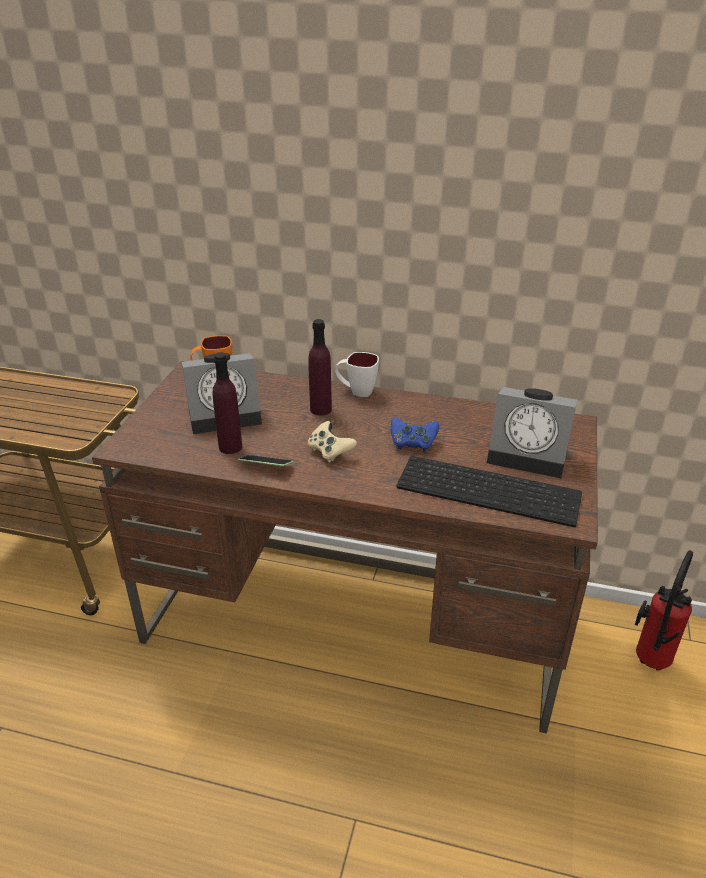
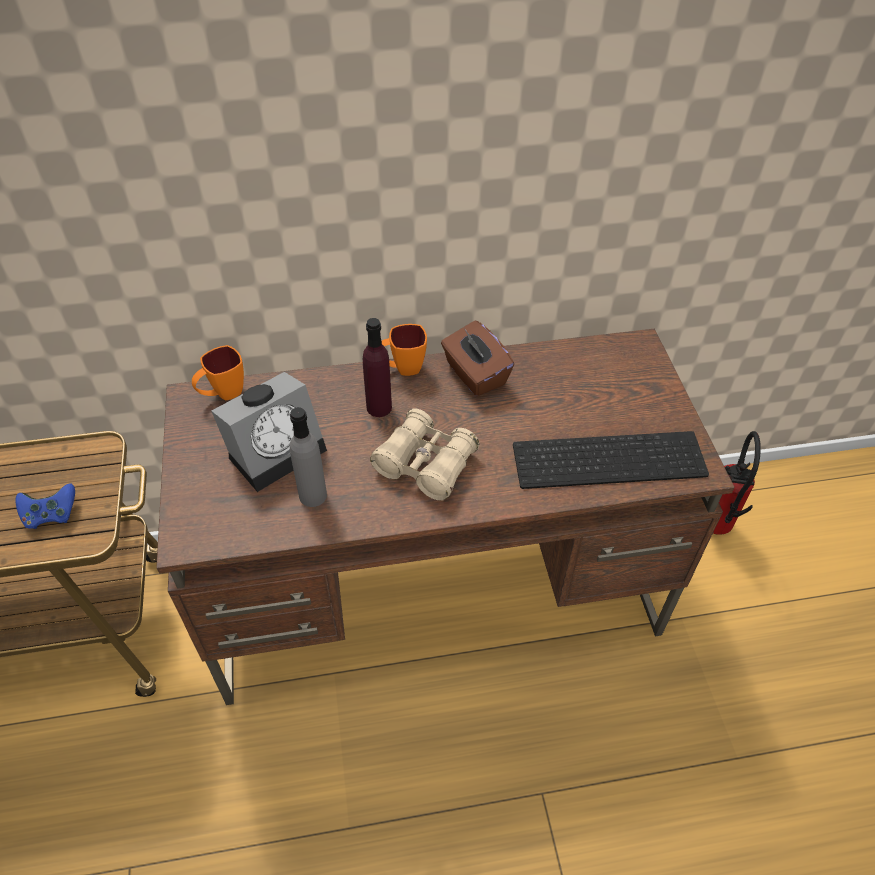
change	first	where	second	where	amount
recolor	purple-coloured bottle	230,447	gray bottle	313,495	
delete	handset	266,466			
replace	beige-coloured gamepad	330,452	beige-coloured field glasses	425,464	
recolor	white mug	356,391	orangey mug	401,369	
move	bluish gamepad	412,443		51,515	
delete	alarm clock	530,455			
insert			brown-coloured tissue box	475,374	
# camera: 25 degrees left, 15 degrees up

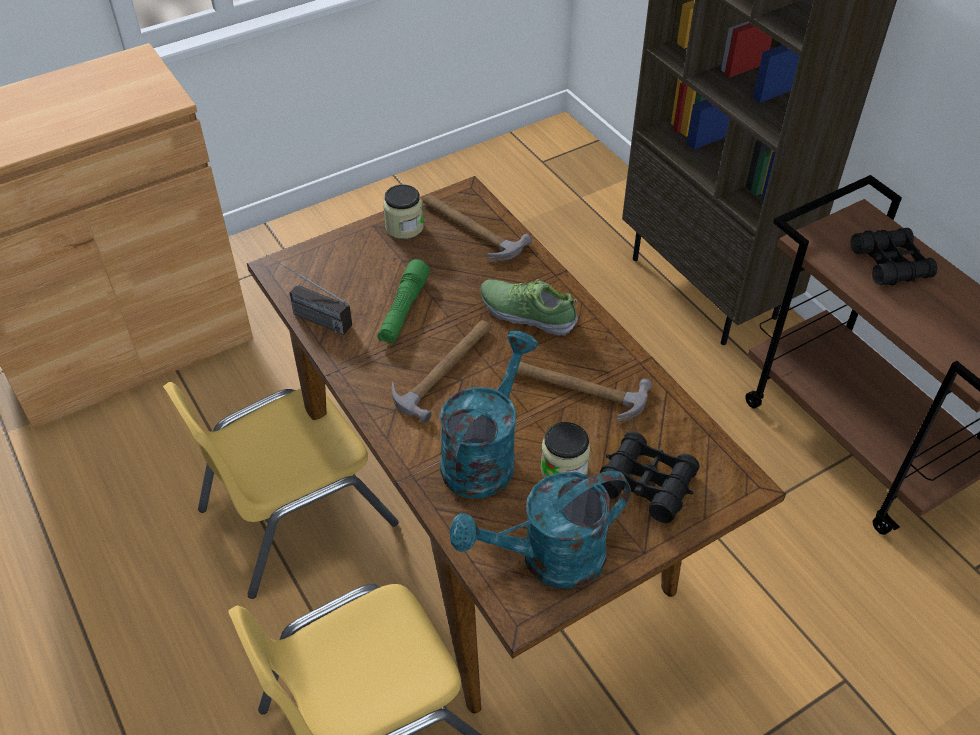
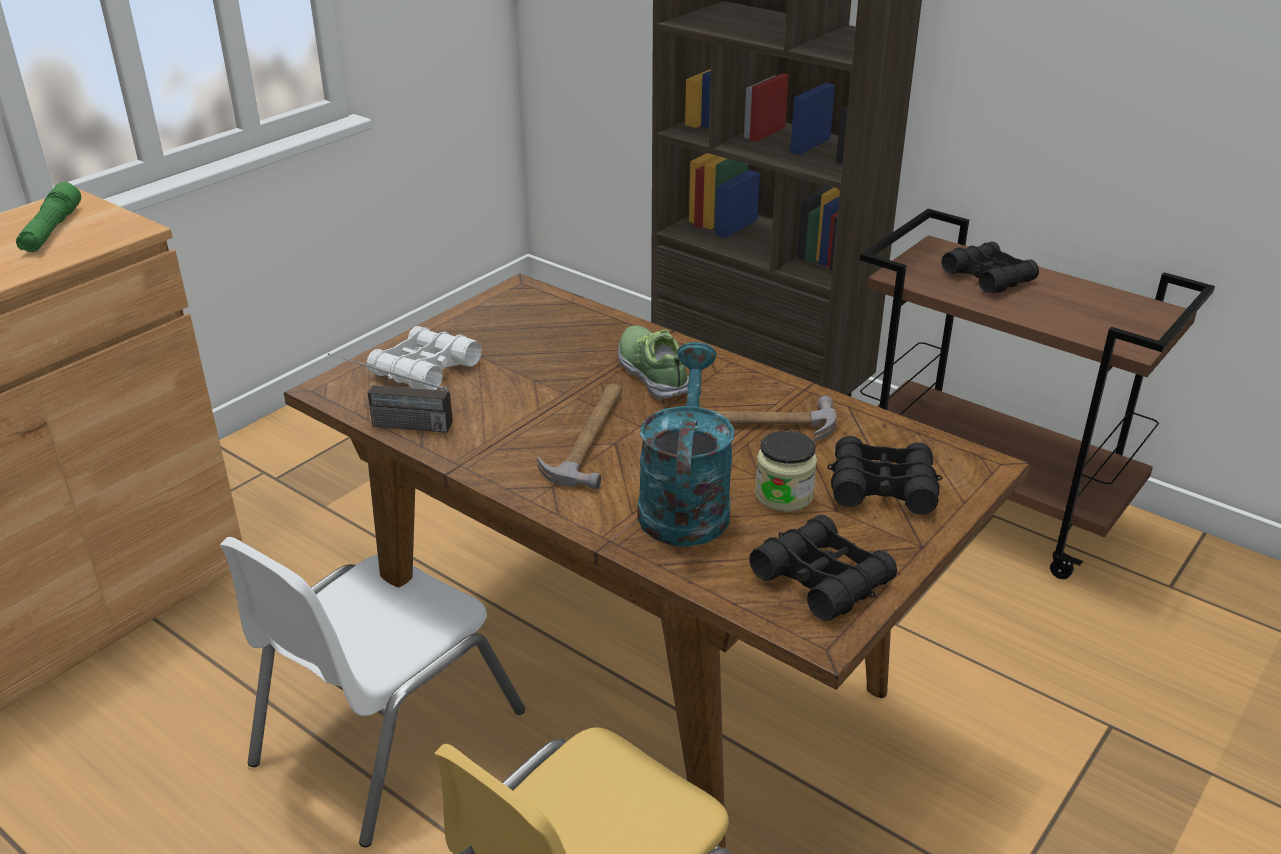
change	first	where	second	where	amount
recolor	yellow upright chair	295,515	white upright chair	385,737	
move	green hand torch	404,310		52,230	
delete	storage jar	404,227			
delete	hammer	470,229			
replace	blue-green sprinkling can	548,560	black-coloured field glasses	822,579	
rotate	item of footwear	527,313		653,372	60 degrees clockwise
insert			white field glasses	425,370	
# camera: 20 degrees left, 15 degrees down

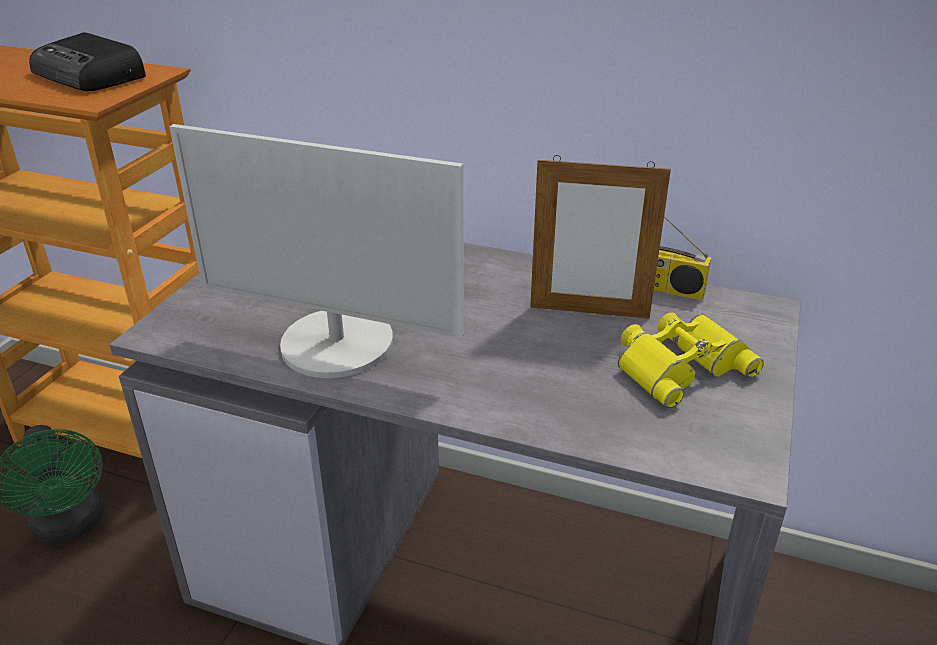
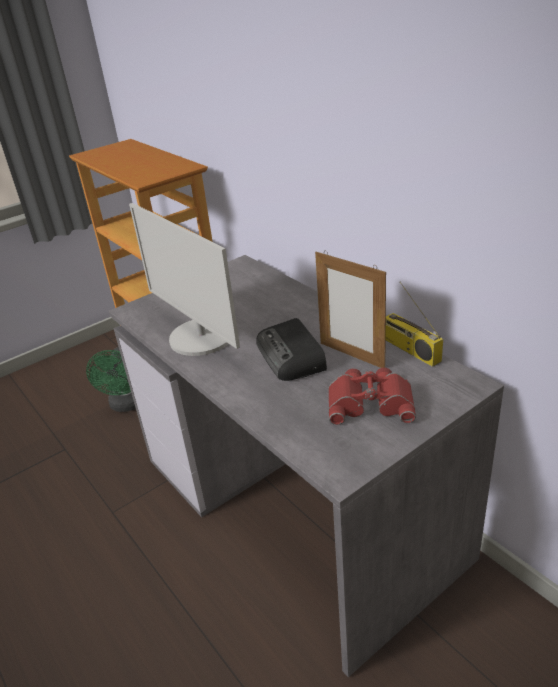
change	first	where	second	where	amount
move	radio	90,75		292,356	
recolor	yellow field glasses	679,364	red field glasses	370,401	
# camera: 35 degrees right, 0 degrees up

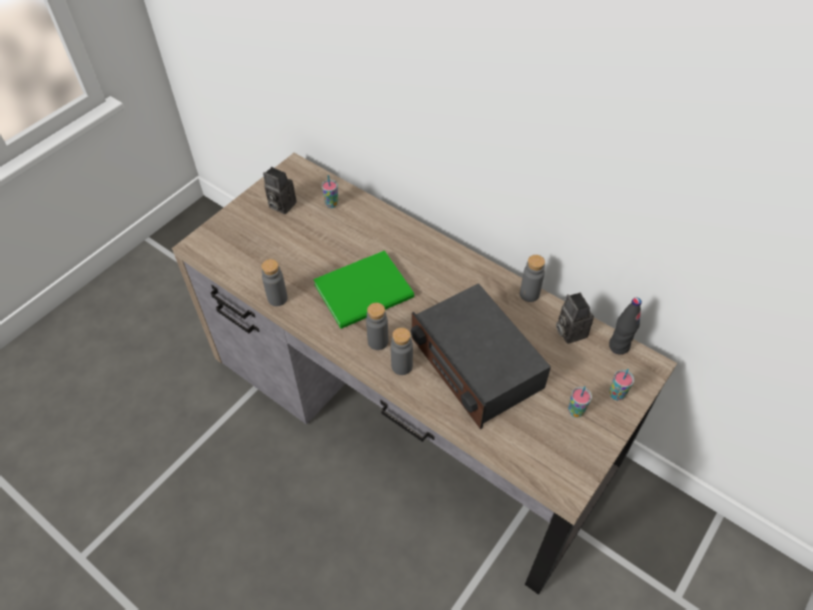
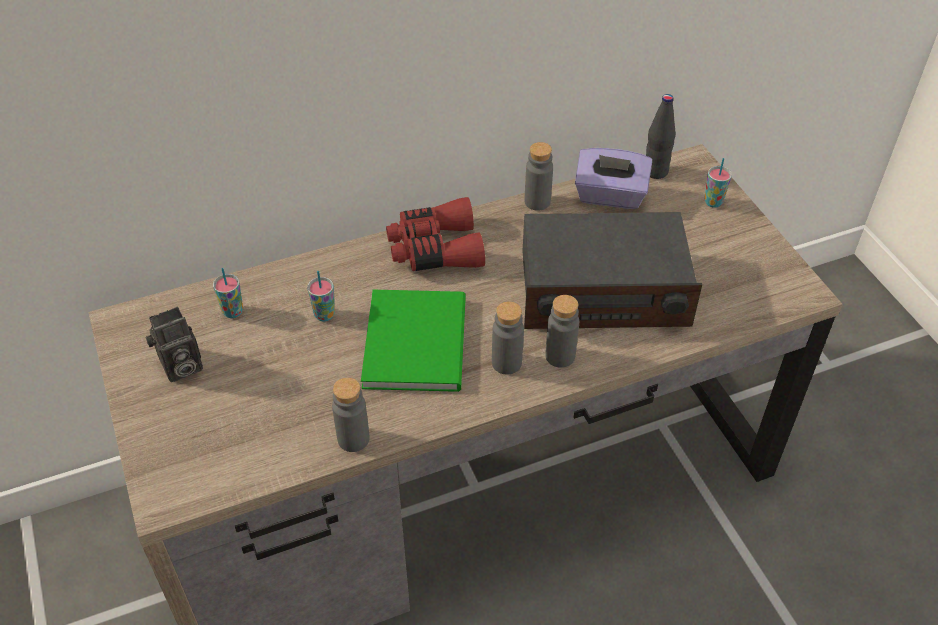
change	first	where	second	where	amount
replace	photo camera	569,331	purple-coloured tissue box	610,196	
move	small cup	575,411		324,315	
insert			red field glasses	434,249	
# camera: 60 degrees left, 5 degrees down

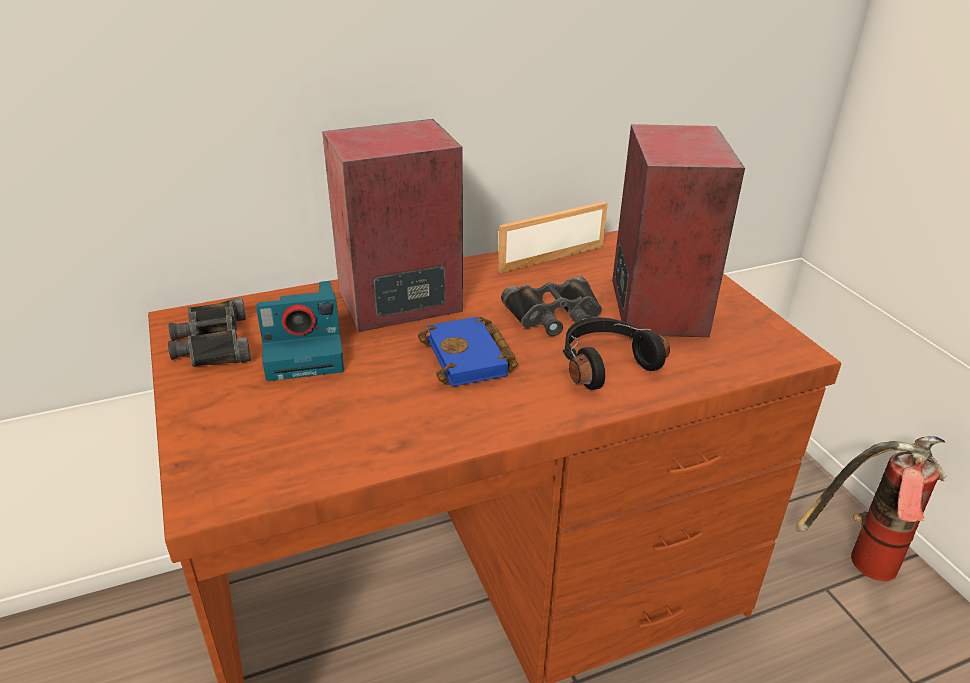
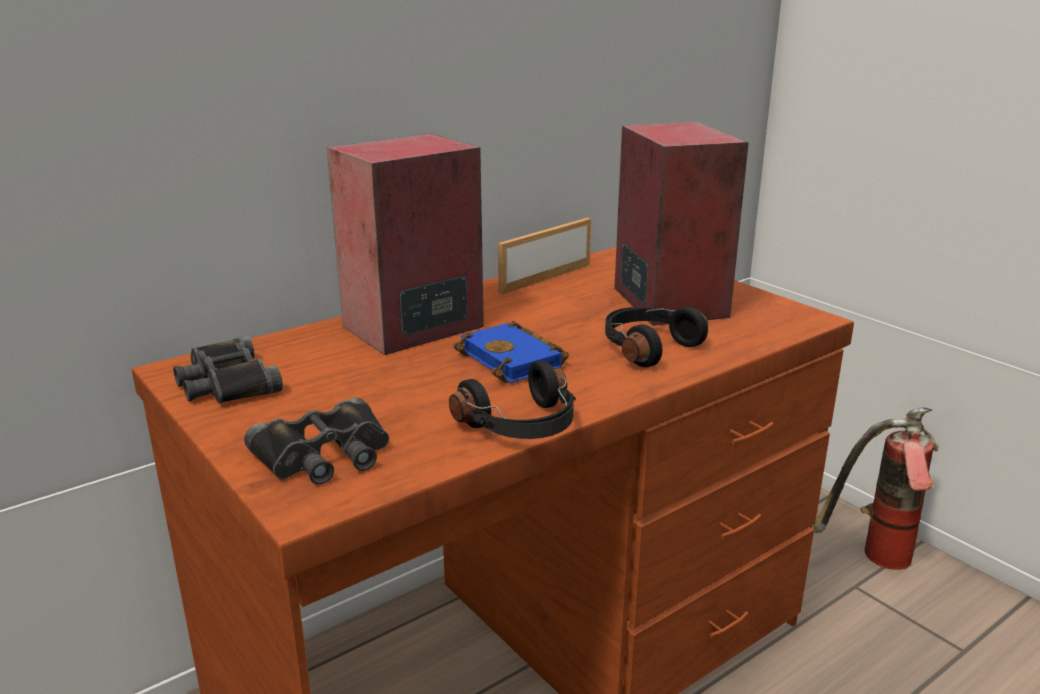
change	first	where	second	where	amount
delete	photo camera	306,352			
move	black-coloured field glasses	555,315		325,455	
insert			black-coloured pair of headphones	523,426	
# camera: 15 degrees left, 10 degrees down

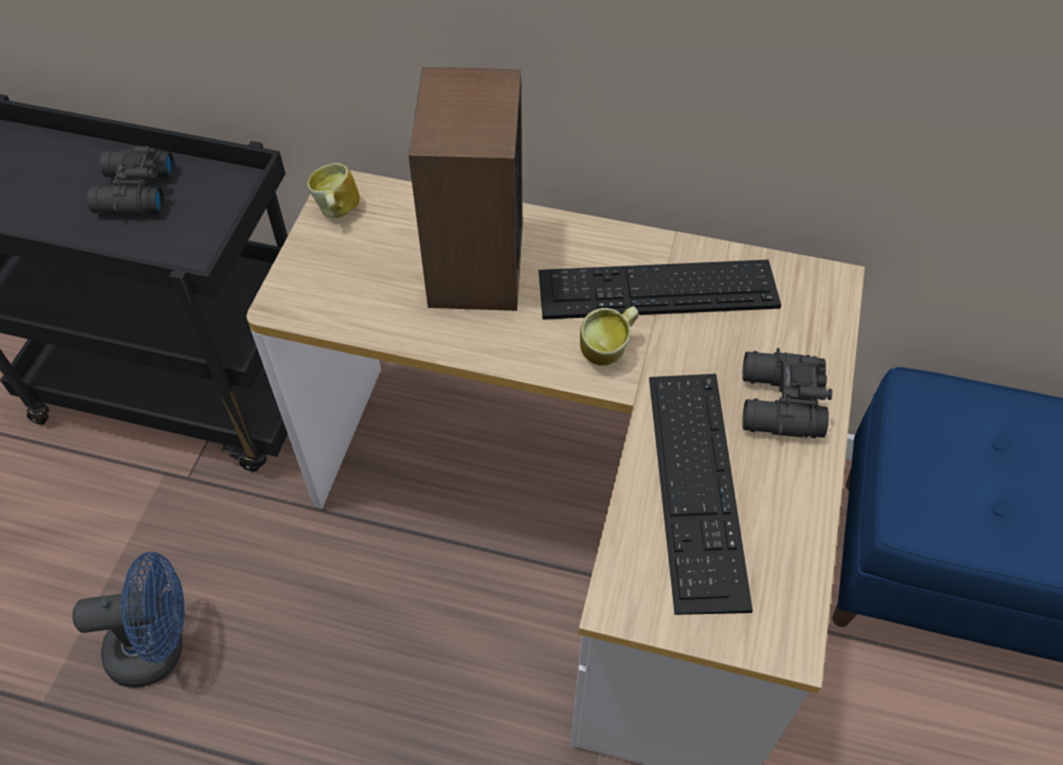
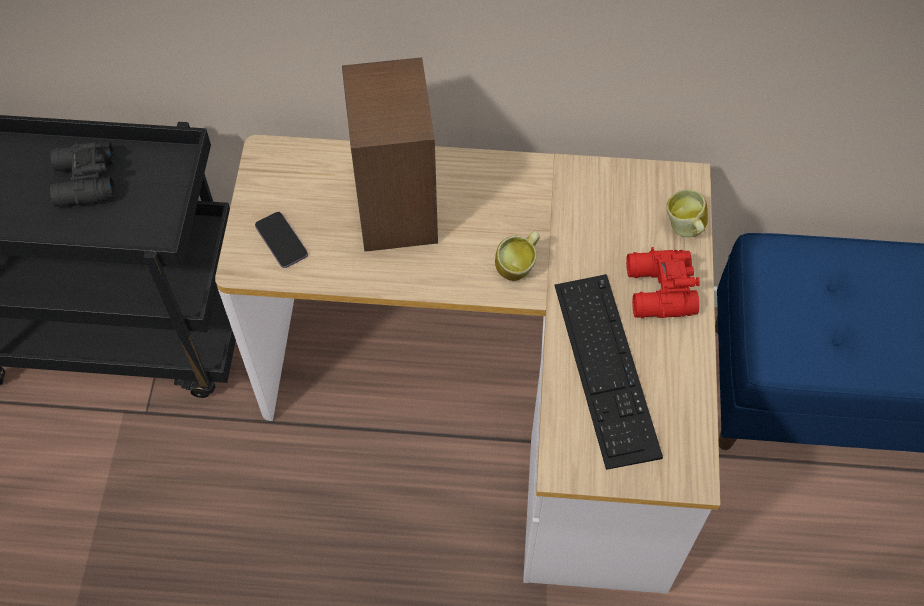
change	first	where	second	where	amount
delete	bluish cooling fan	159,648			
move	mug	336,212		684,230	
delete	PC keyboard	657,289			
recolor	black-coloured field glasses	778,404	red field glasses	658,292	
insert			handset	281,241	
# camera: 10 degrees left, 5 degrees up

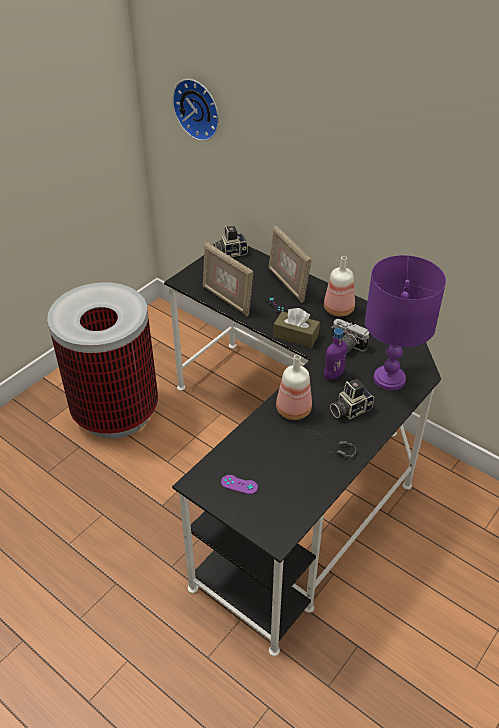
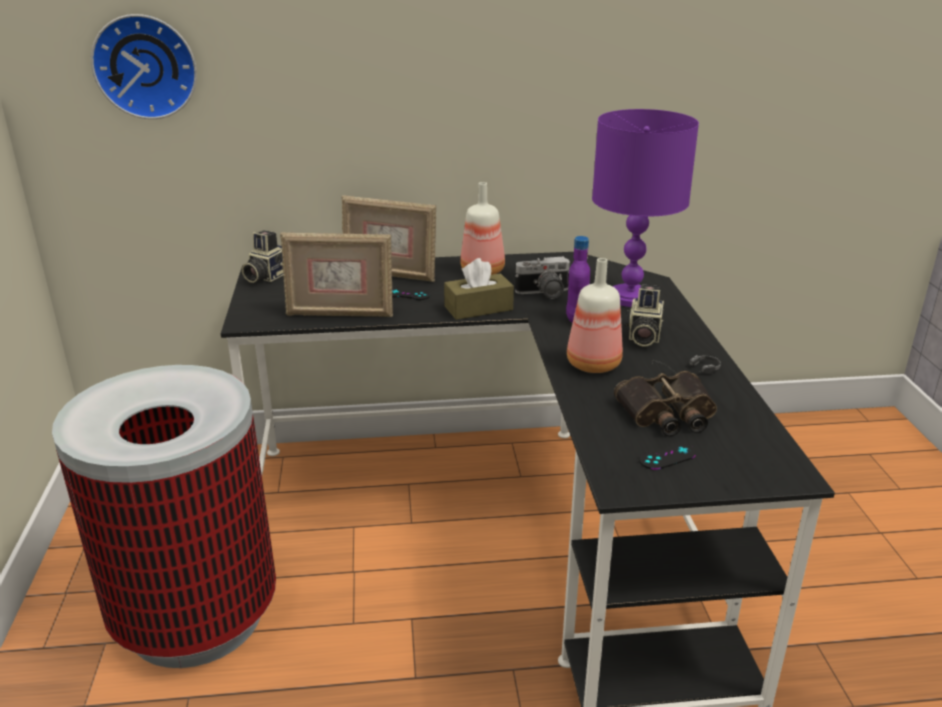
change	first	where	second	where	amount
recolor	purple-coloured gamepad	239,484	black-coloured gamepad	667,456	
insert			field glasses	667,414	
# camera: 45 degrees left, 15 degrees down

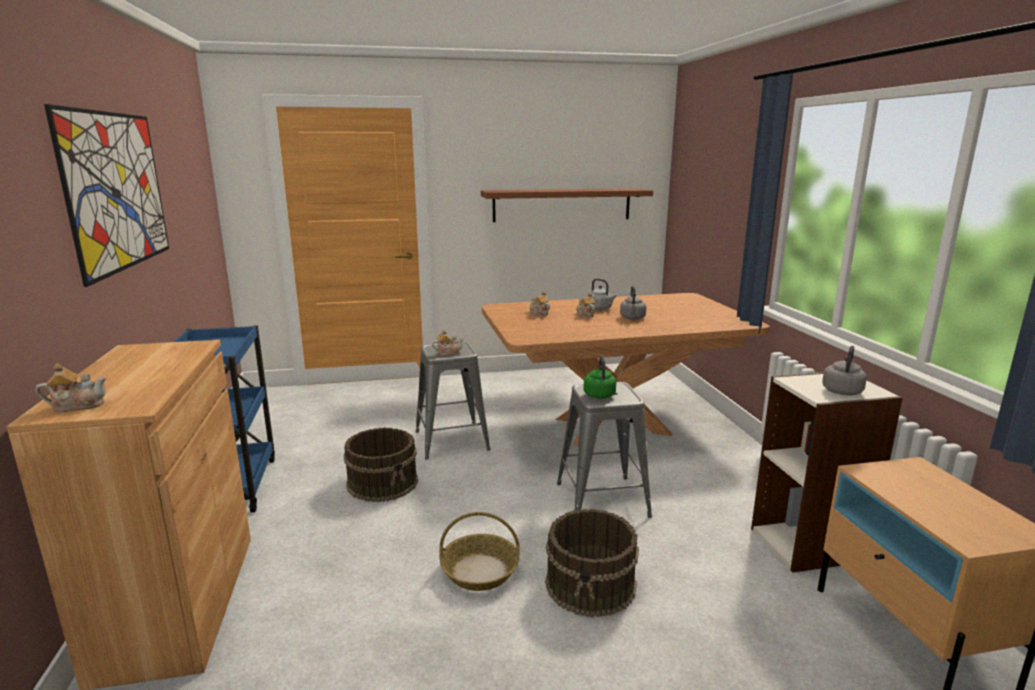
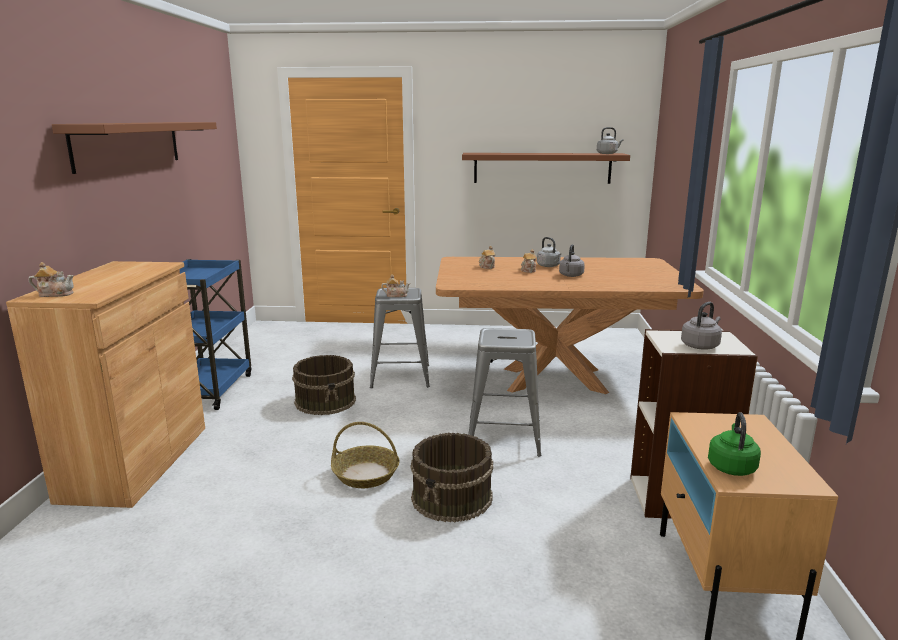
change	first	where	second	where	amount
replace	wall art	117,191	brown-coloured bracket shelf	128,144	
move	green kettle	599,394		731,466	
insert			gray kettle	608,153	
# camera: 15 degrees right, 0 degrees up

